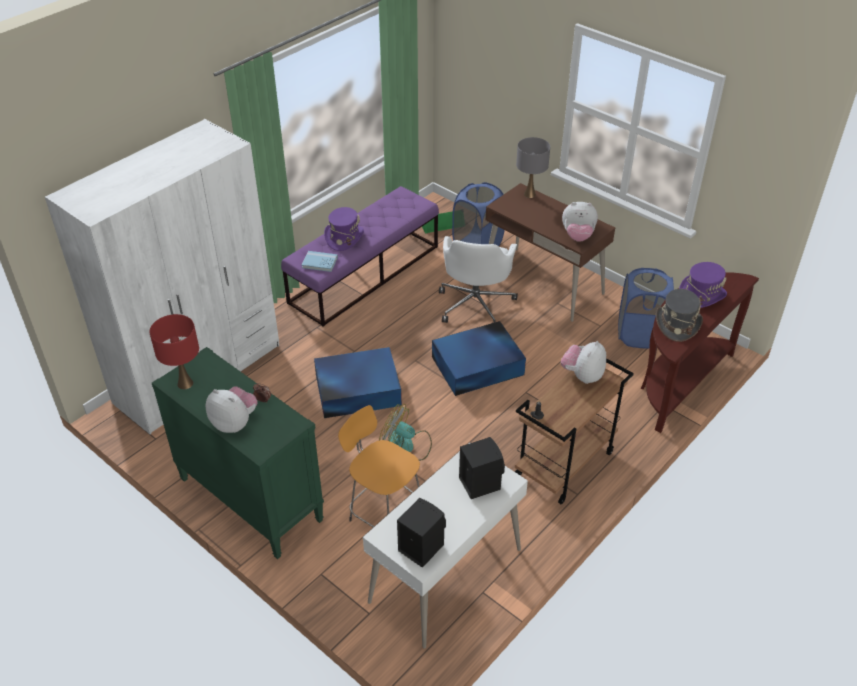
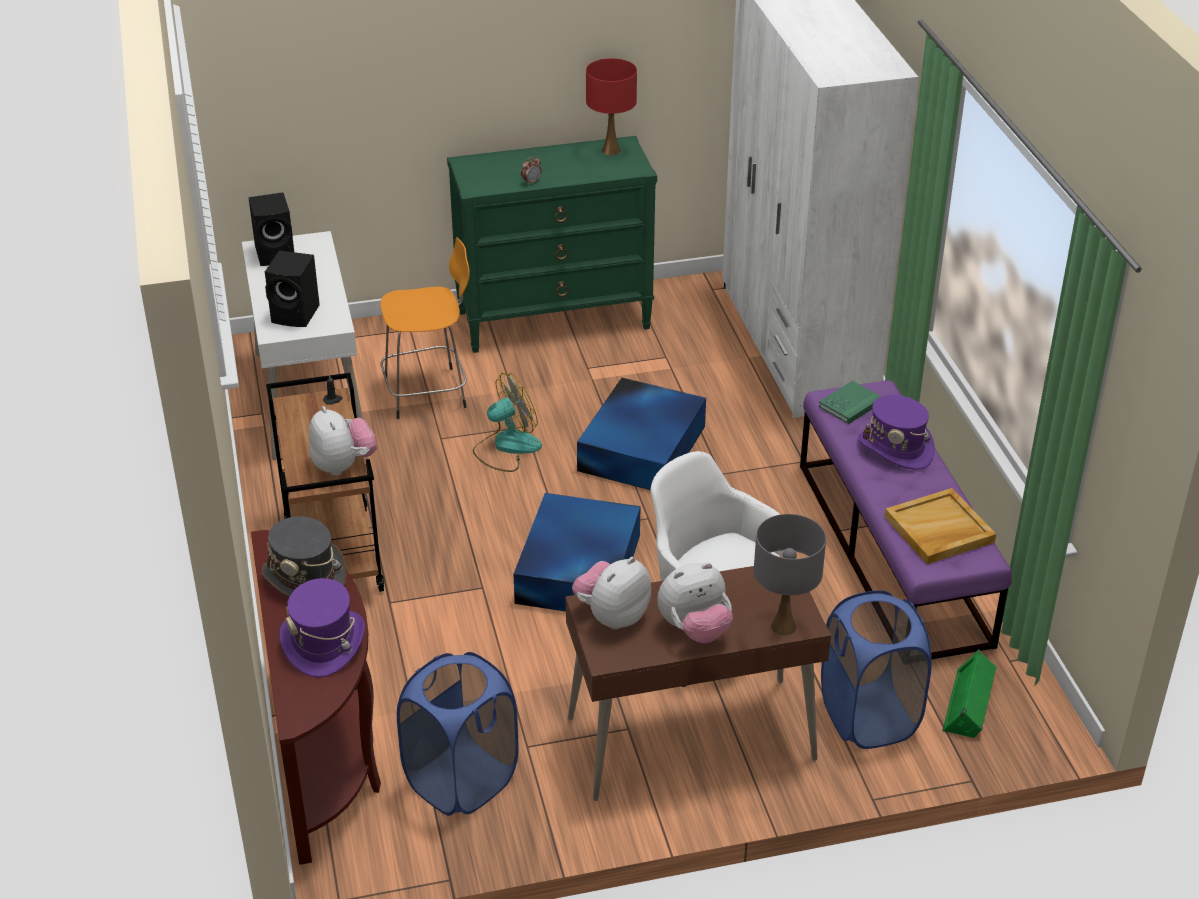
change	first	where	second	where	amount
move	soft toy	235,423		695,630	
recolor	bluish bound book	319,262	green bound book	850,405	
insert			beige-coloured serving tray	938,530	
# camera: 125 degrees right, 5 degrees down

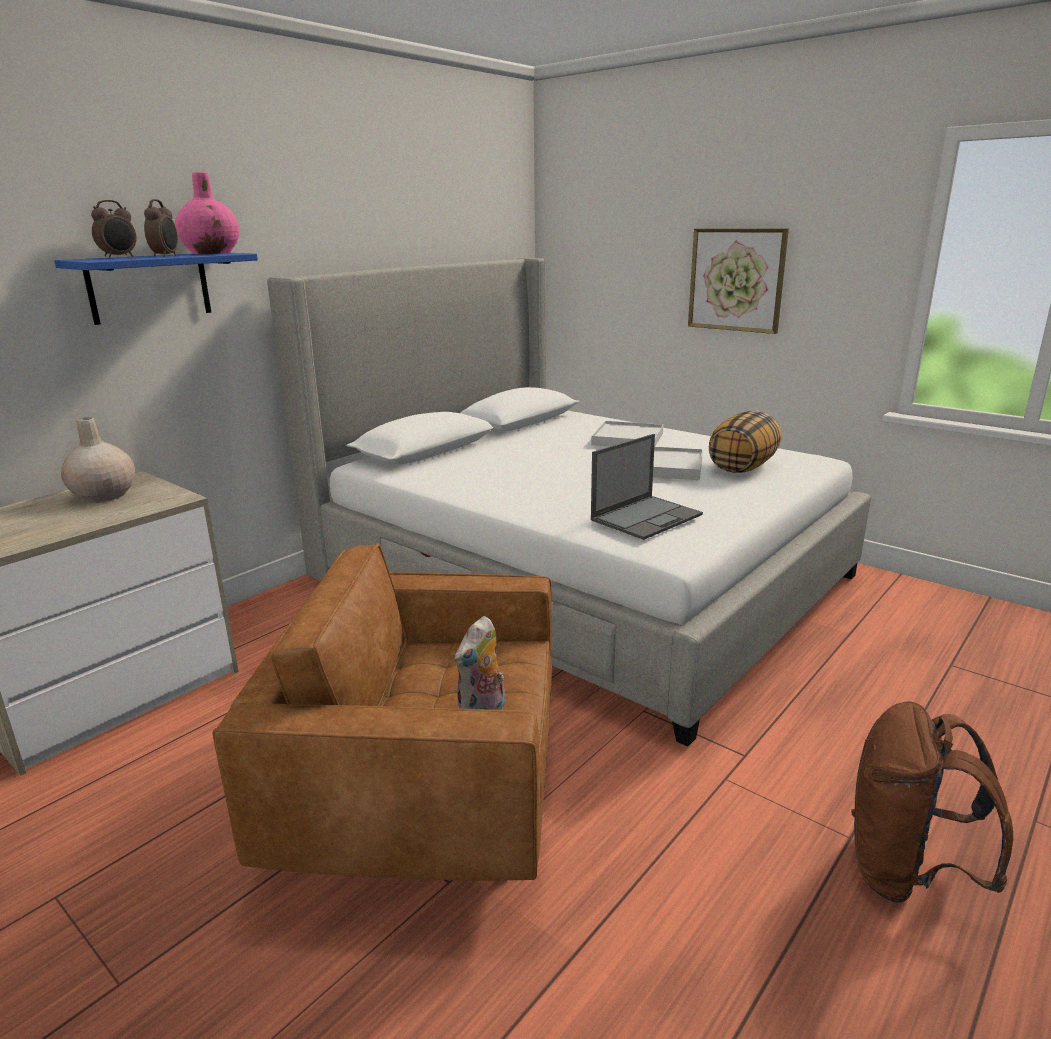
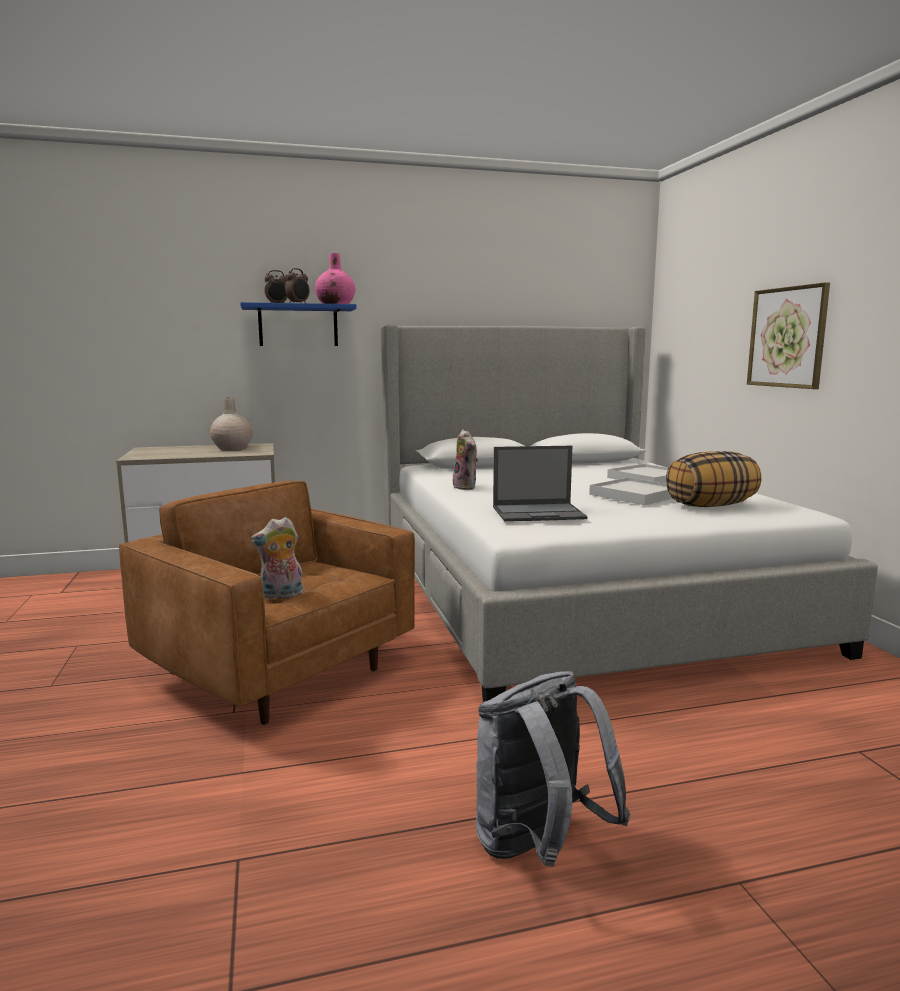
change	first	where	second	where	amount
recolor	brown-coloured backpack	906,872	gray backpack	538,848	
insert			soft toy	466,487	
# camera: 35 degrees right, 10 degrees down

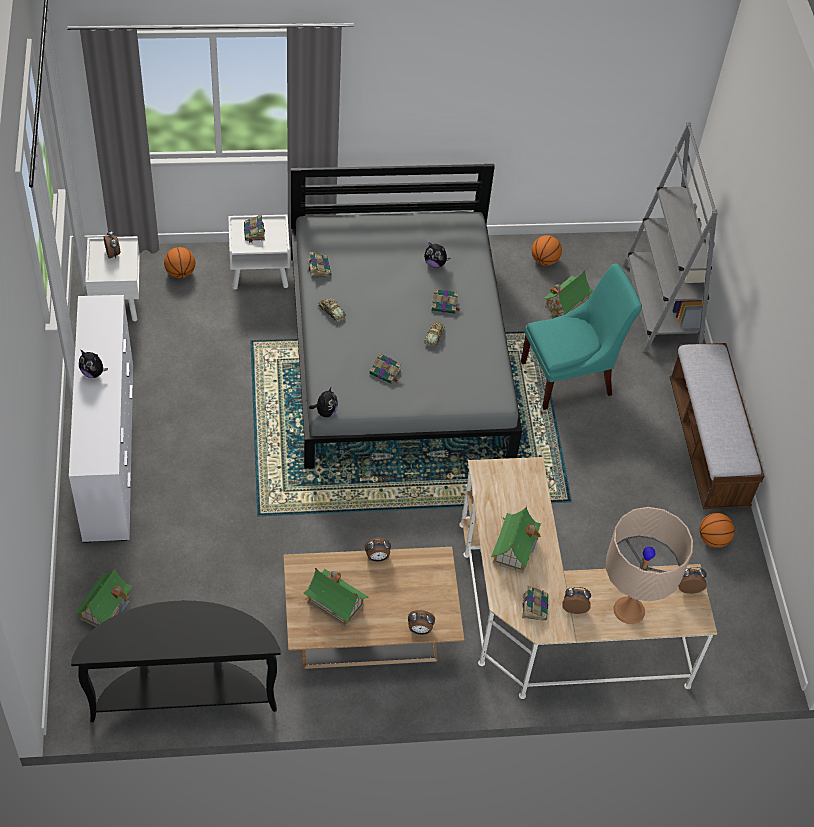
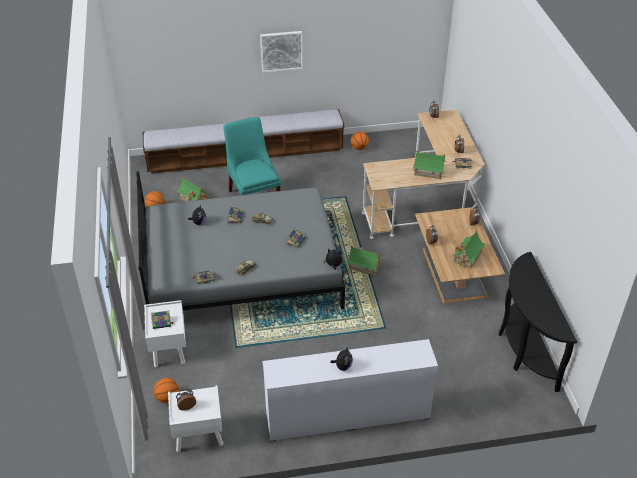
change	first	where	second	where	amount
move	model house	105,607		363,266	
delete	beige-coloured table lamp	629,610			
replace	gray bookshelf	661,305	bench	194,162	
insert			wall art	281,51	
# camera: 90 degrees left, 10 degrees down

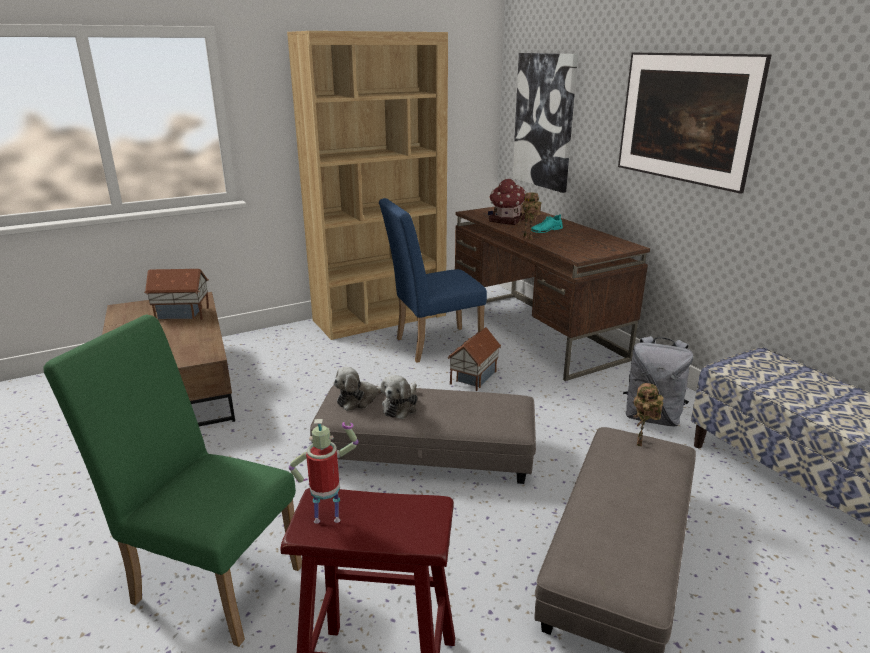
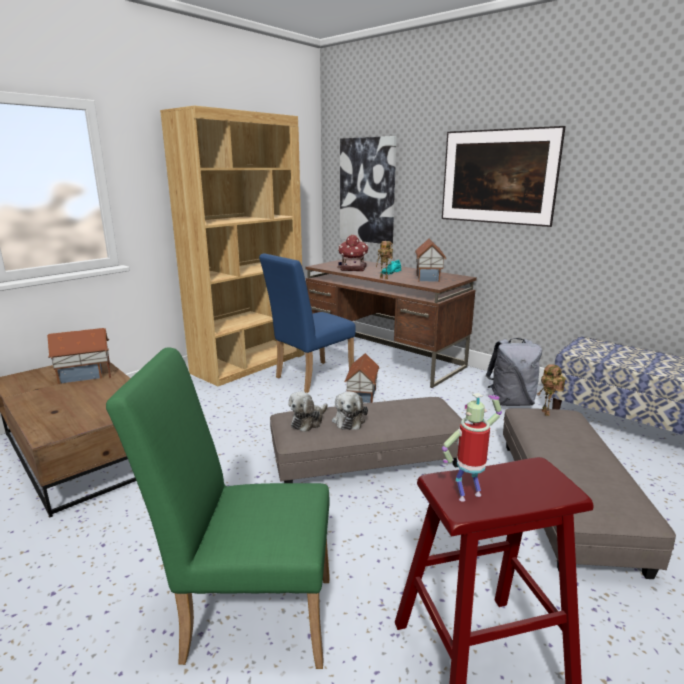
change	first	where	second	where	amount
insert			model house	429,278	
# camera: 20 degrees left, 5 degrees down

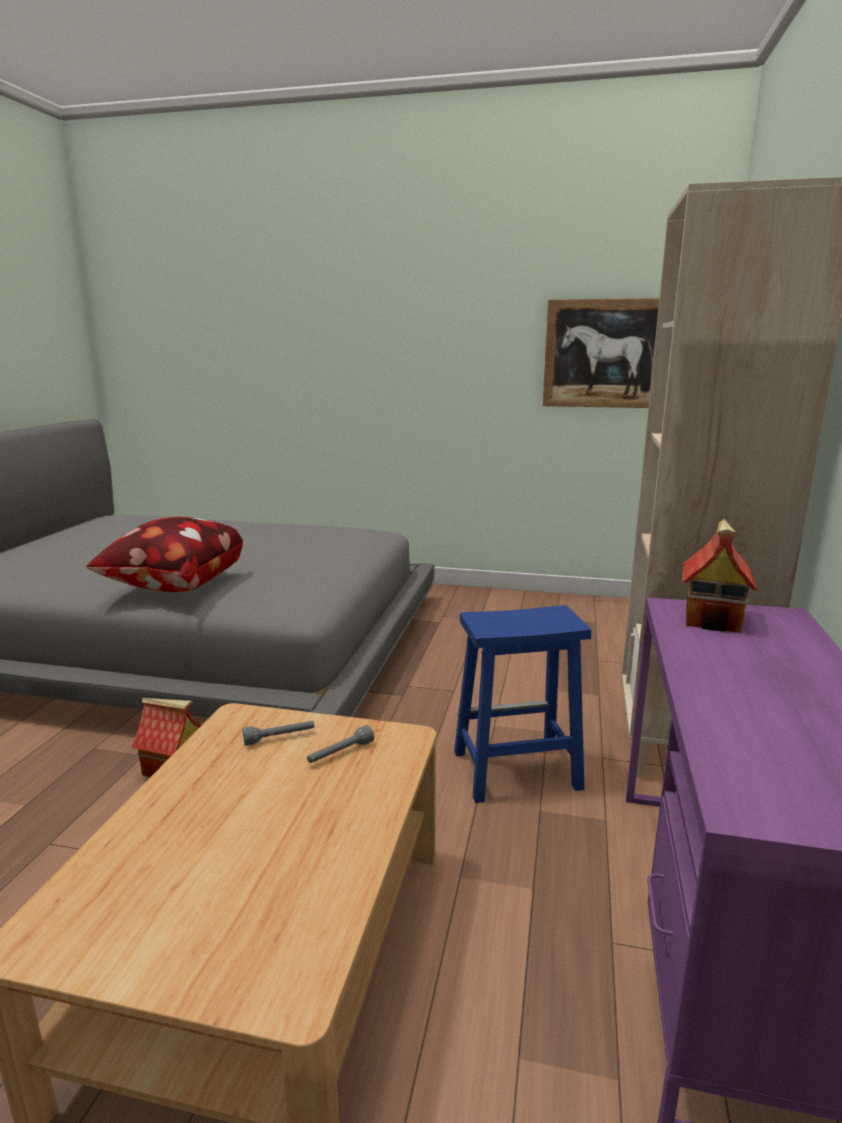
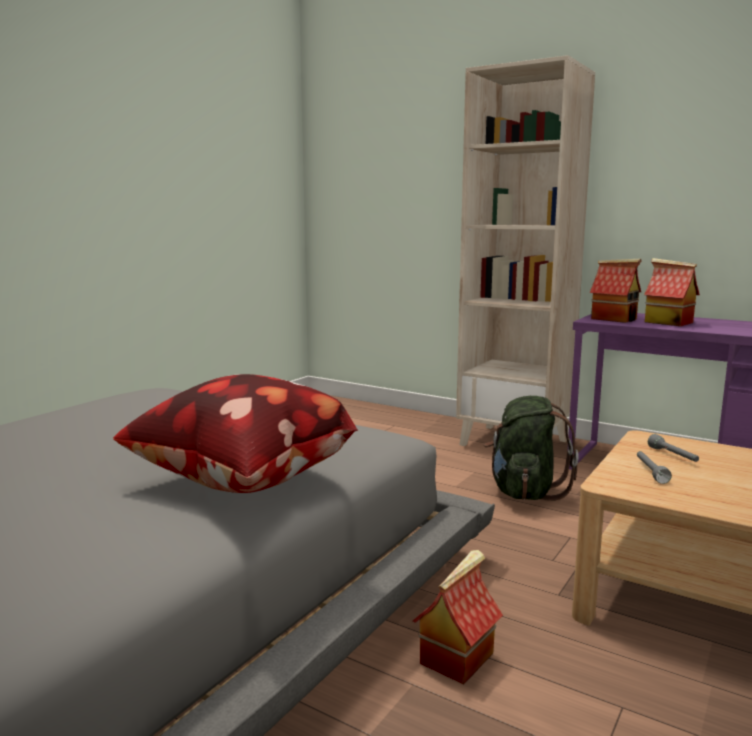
change	first	where	second	where	amount
replace	bluish sitting stool	514,770	green backpack	524,492	
delete	wall art	606,354			
insert			model house	667,322	
# camera: 70 degrees left, 5 degrees down

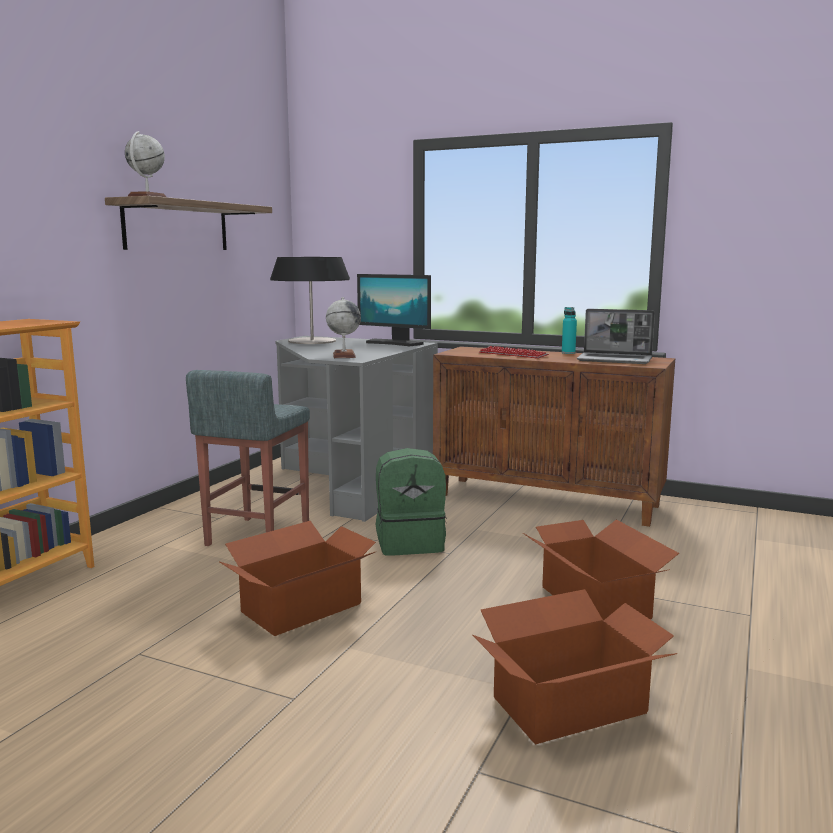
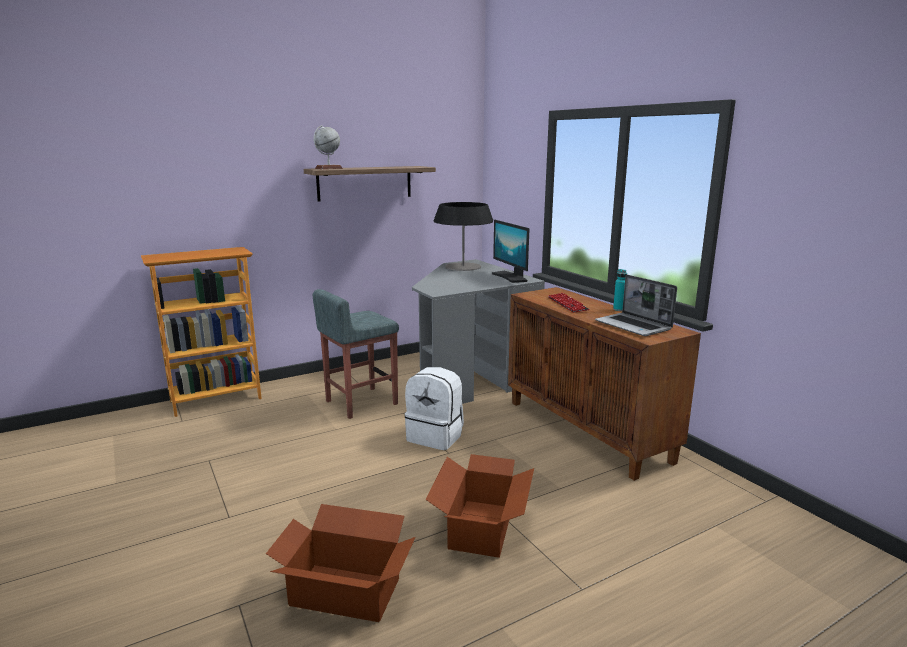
change	first	where	second	where	amount
delete	packing box	300,608			
delete	globe	344,355			
recolor	green backpack	410,543	white backpack	436,436	
# camera: 35 degrees right, 5 degrees up

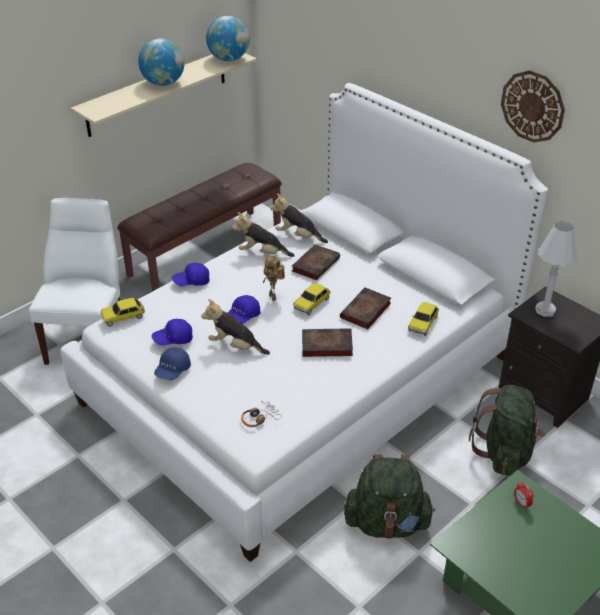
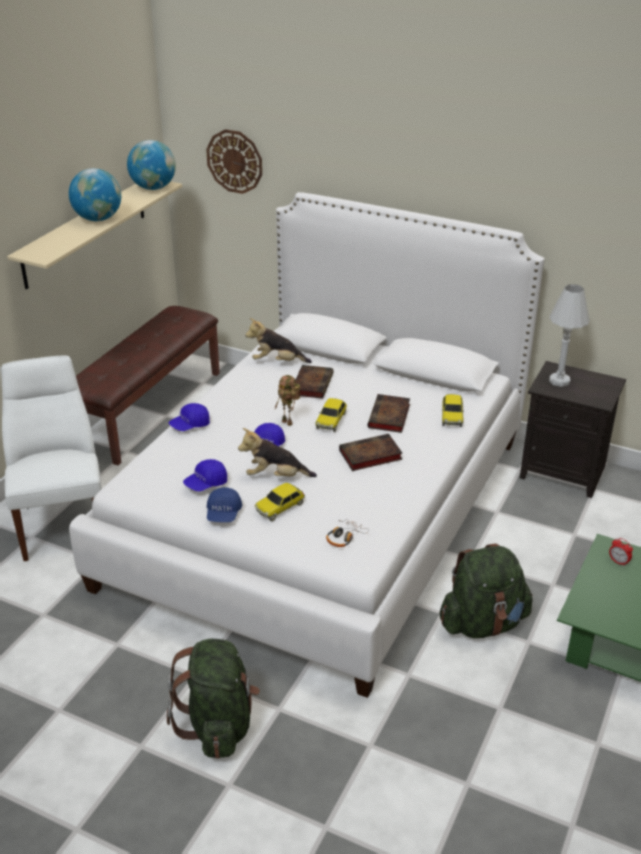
change	first	where	second	where	amount
move	toy car	123,317		280,507	
delete	soft toy	262,253			
move	green backpack	504,452		218,724	
move	hanging clock	532,106		234,161	
# camera: 20 degrees left, 5 degrees down

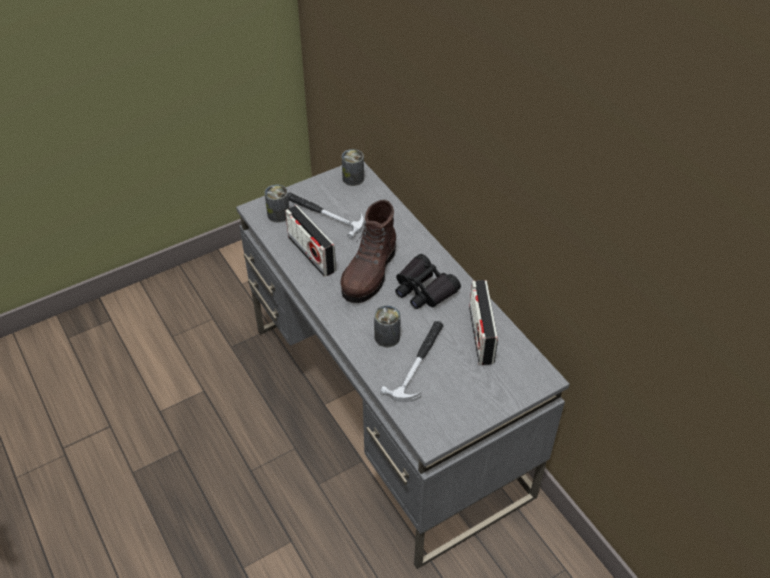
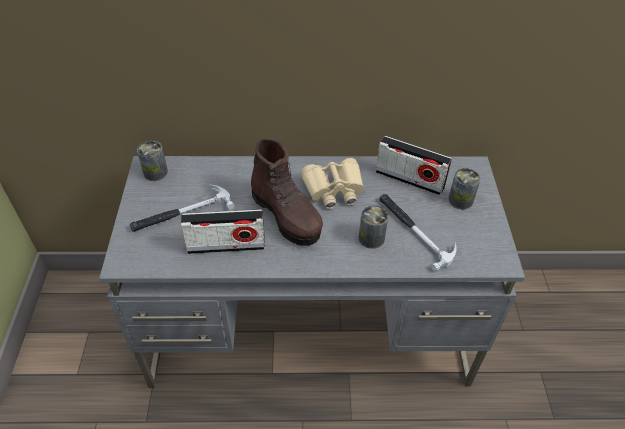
change	first	where	second	where	amount
move	metal can	278,214		460,200	
recolor	black-coloured field glasses	424,289	beige-coloured field glasses	334,189	
# camera: 60 degrees left, 0 degrees up

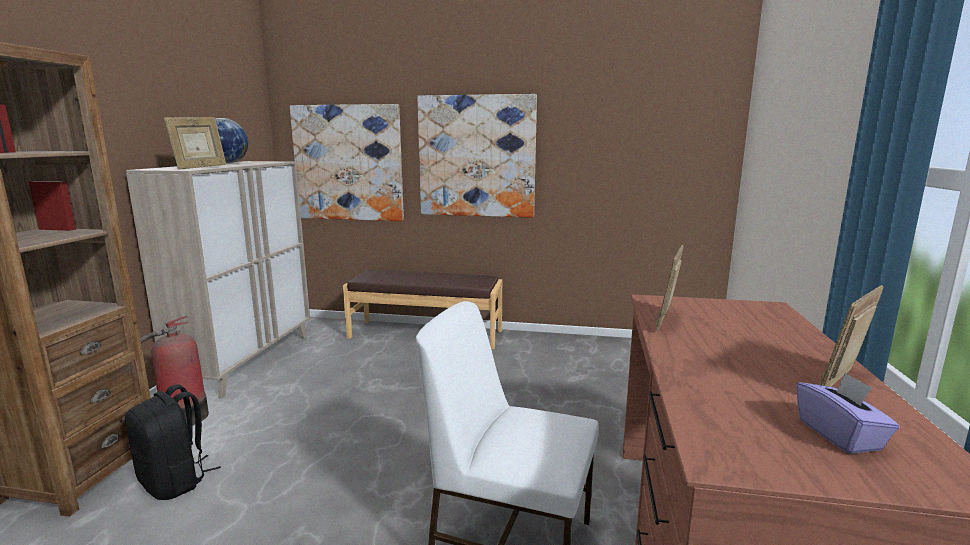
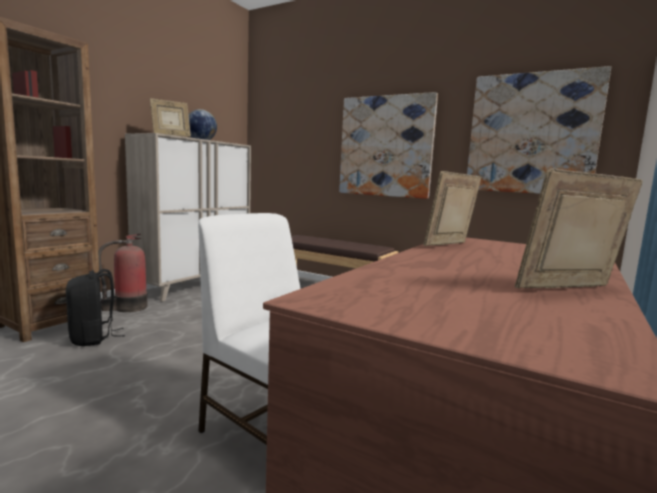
change	first	where	second	where	amount
move	wall art	348,163		531,134	
delete	purple-coloured tissue box	839,435			
# camera: 20 degrees right, 5 degrees down

